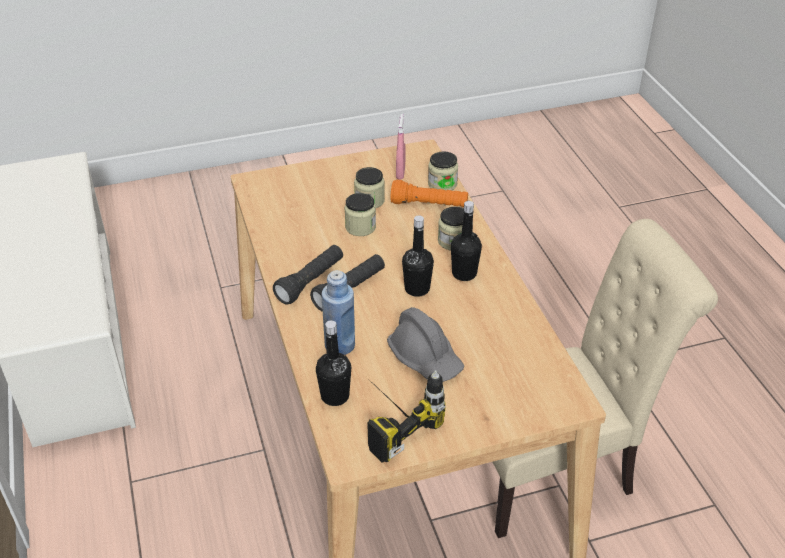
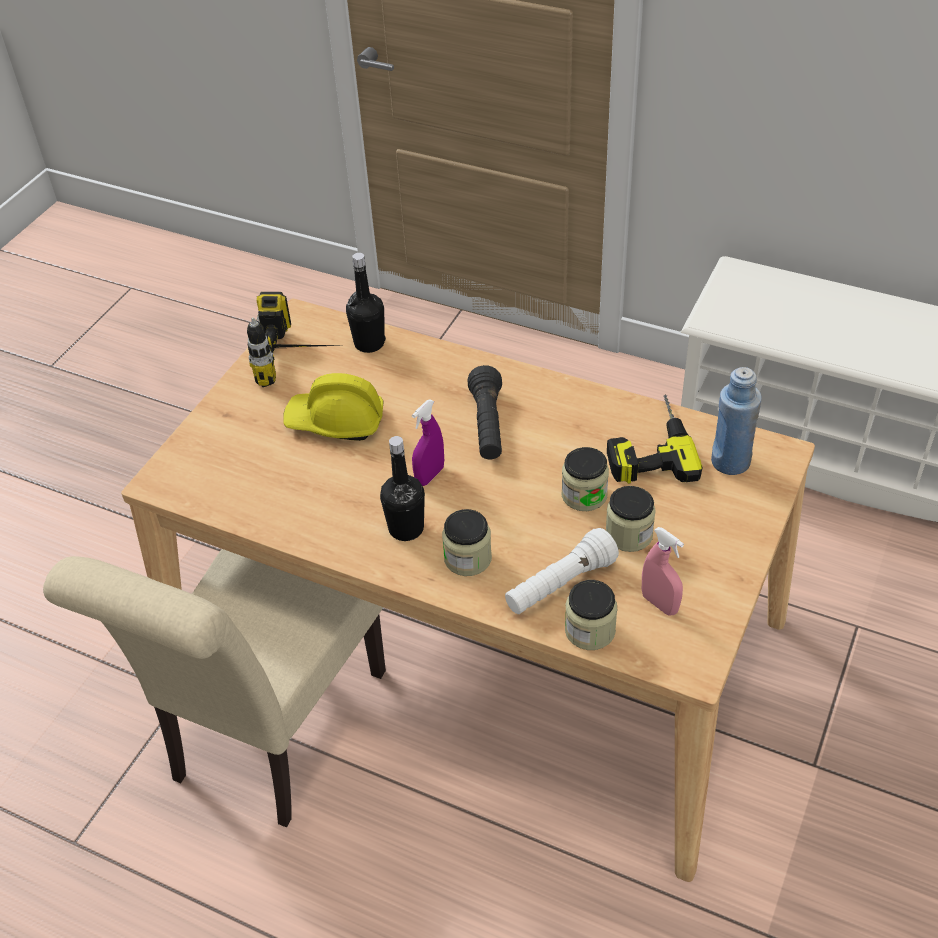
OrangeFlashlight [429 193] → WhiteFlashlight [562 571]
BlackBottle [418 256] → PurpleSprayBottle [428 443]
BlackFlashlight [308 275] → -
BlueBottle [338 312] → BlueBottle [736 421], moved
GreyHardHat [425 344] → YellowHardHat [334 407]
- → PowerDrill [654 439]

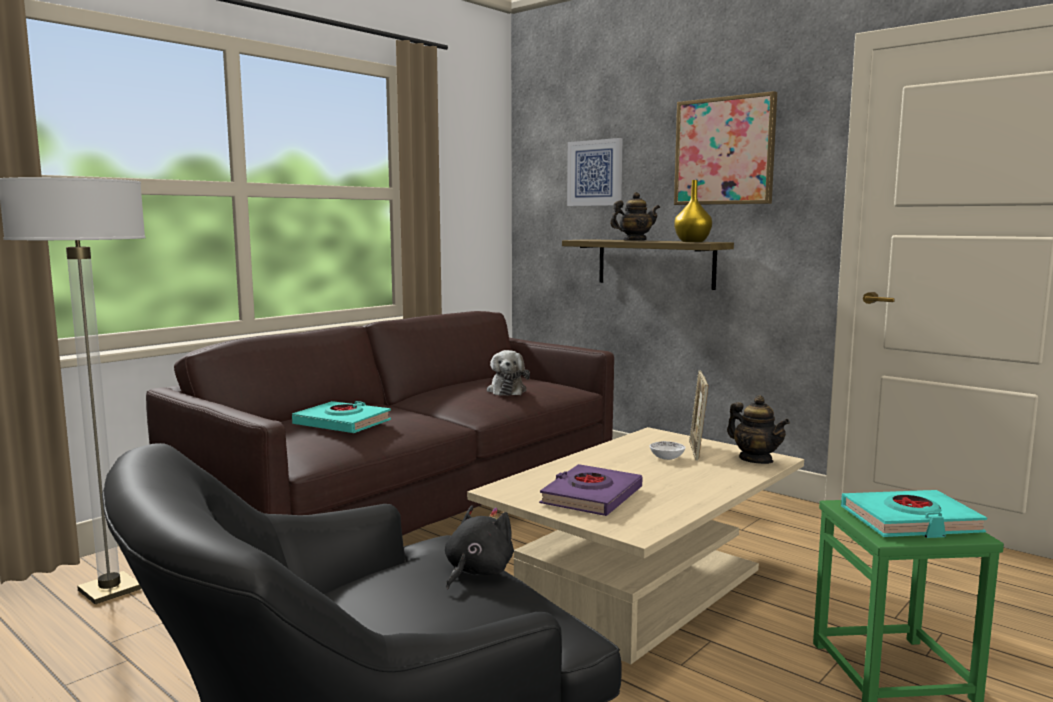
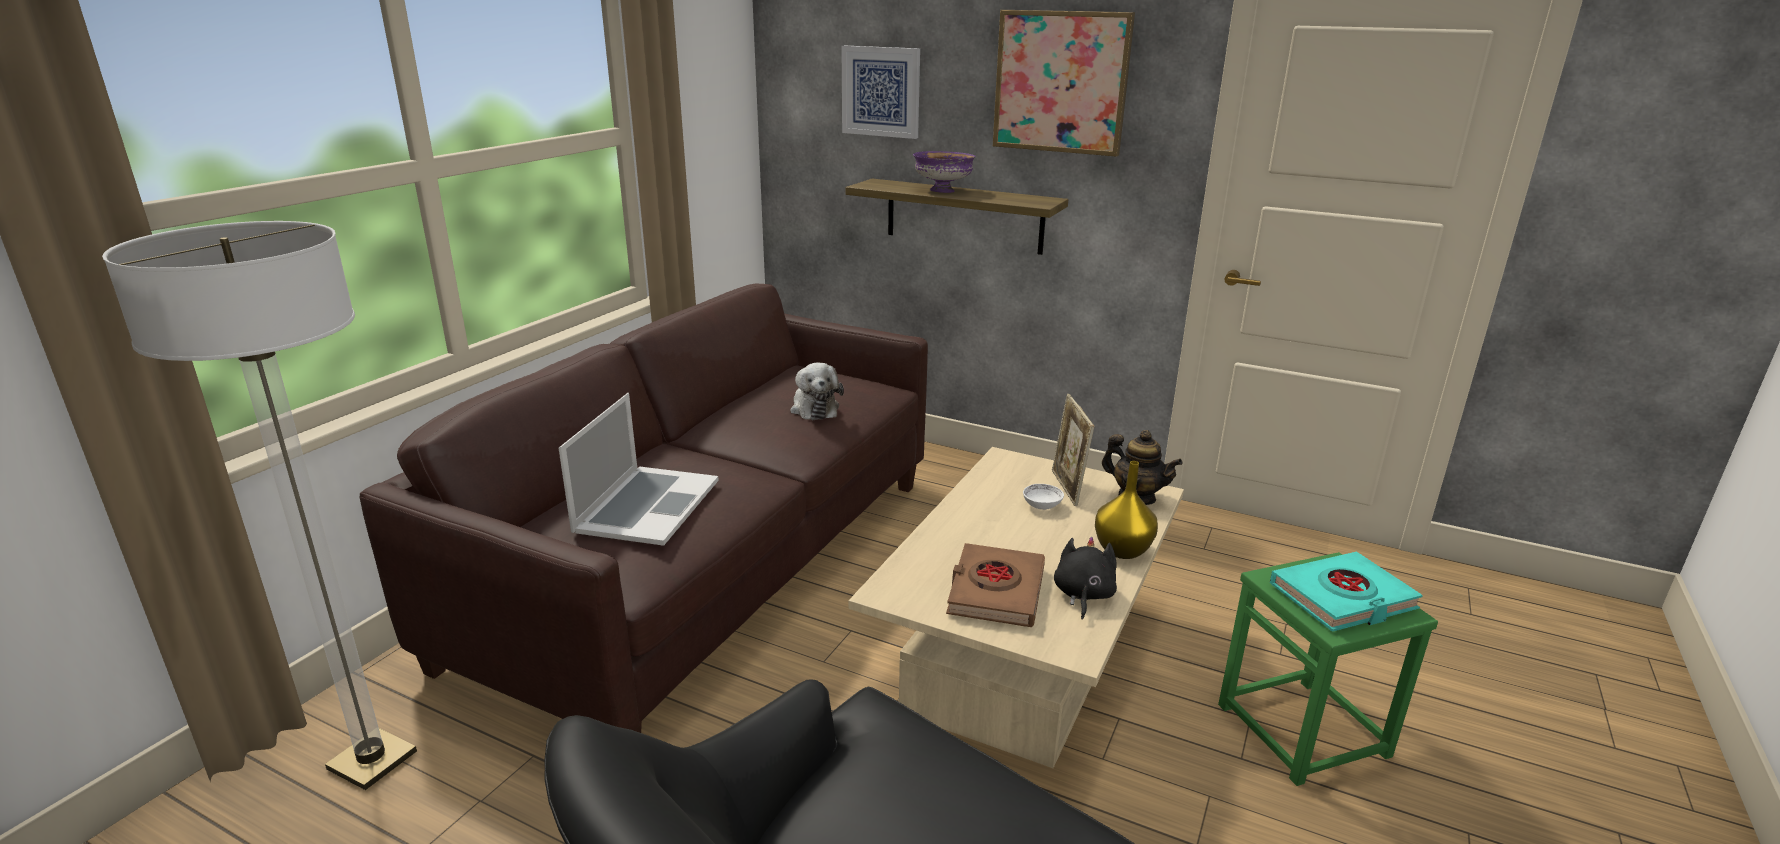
YellowVase [693 211] → YellowVase [1126 510], moved
Teapot [635 216] → PurpleBowl [944 172]
TurquoiseBook [341 417] → Laptop [639 469]
PurpleBook [590 490] → BrownBook [995 585]
BlackPlushToy [479 547] → BlackPlushToy [1085 578], moved

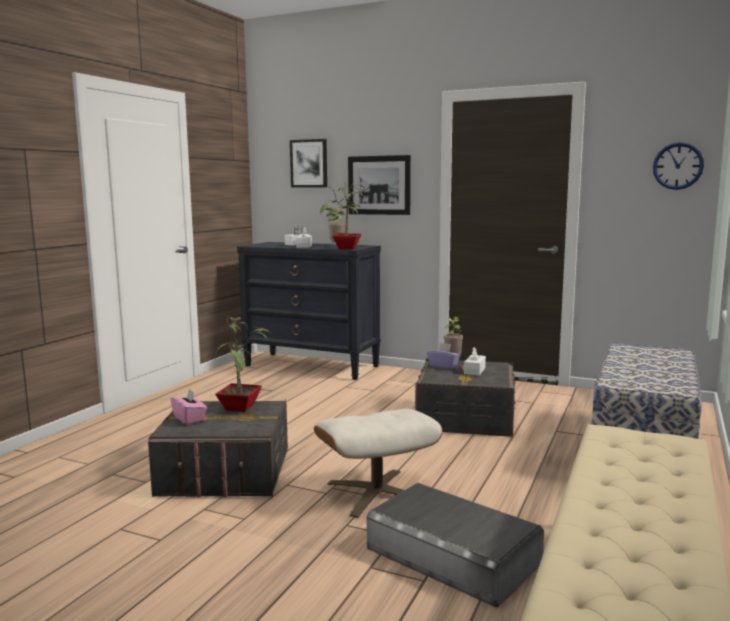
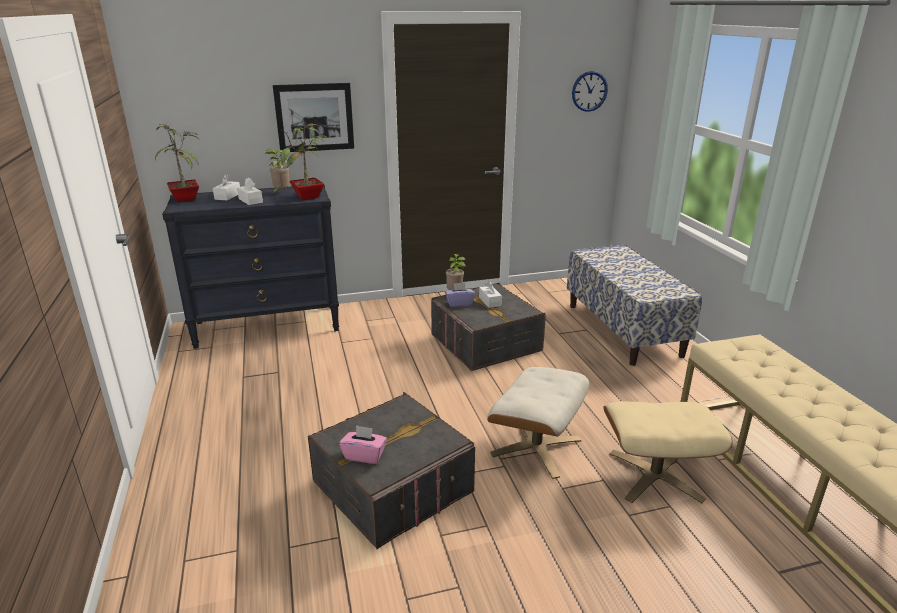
Picture [308 163] → -
PottedPlant [243 363] → PottedPlant [177 163], moved
GreyStorageBox [455 545] → BeigeOttoman [668 452]

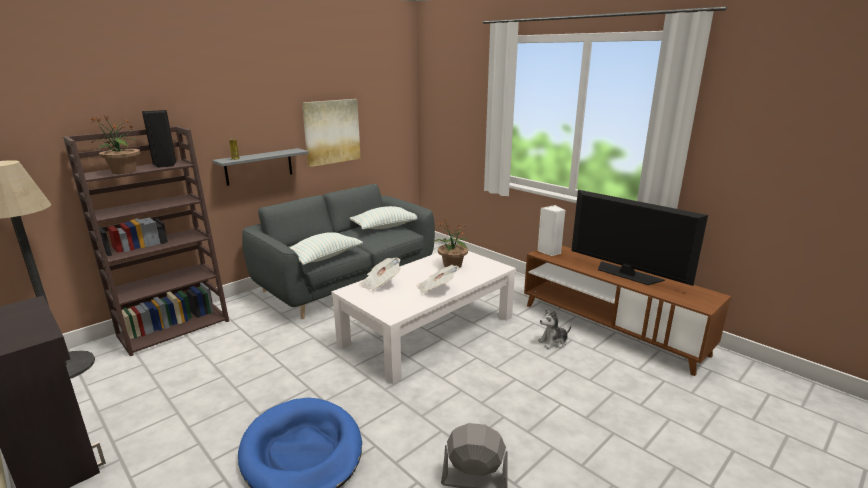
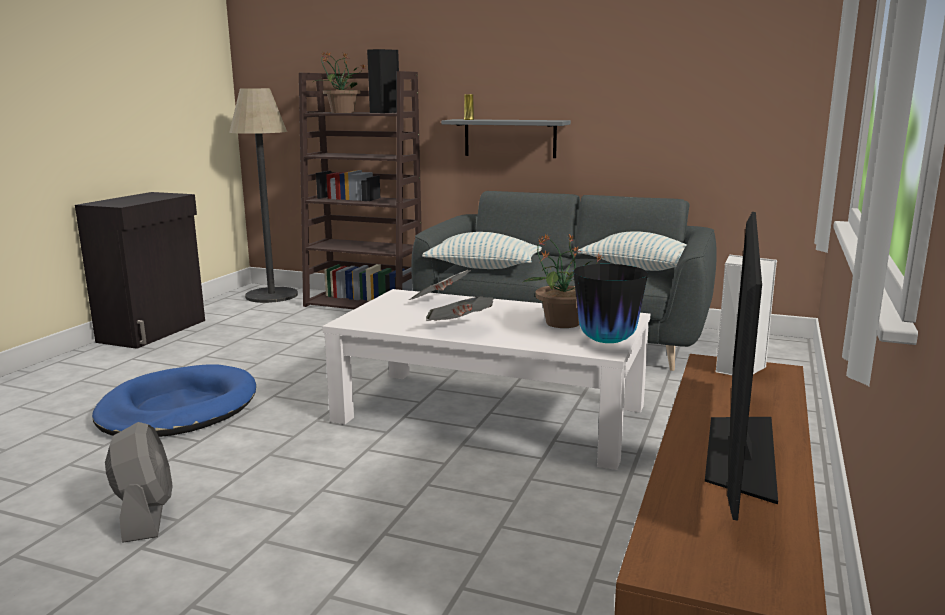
Picture [331 133] → -
PlushToy [554 329] → -
- → Vase [610 303]

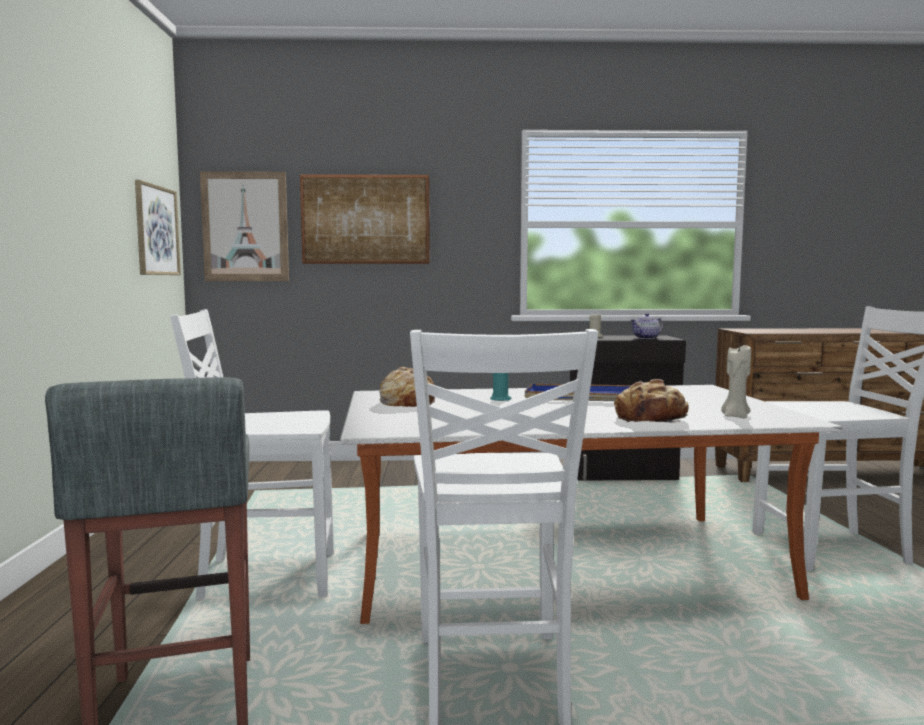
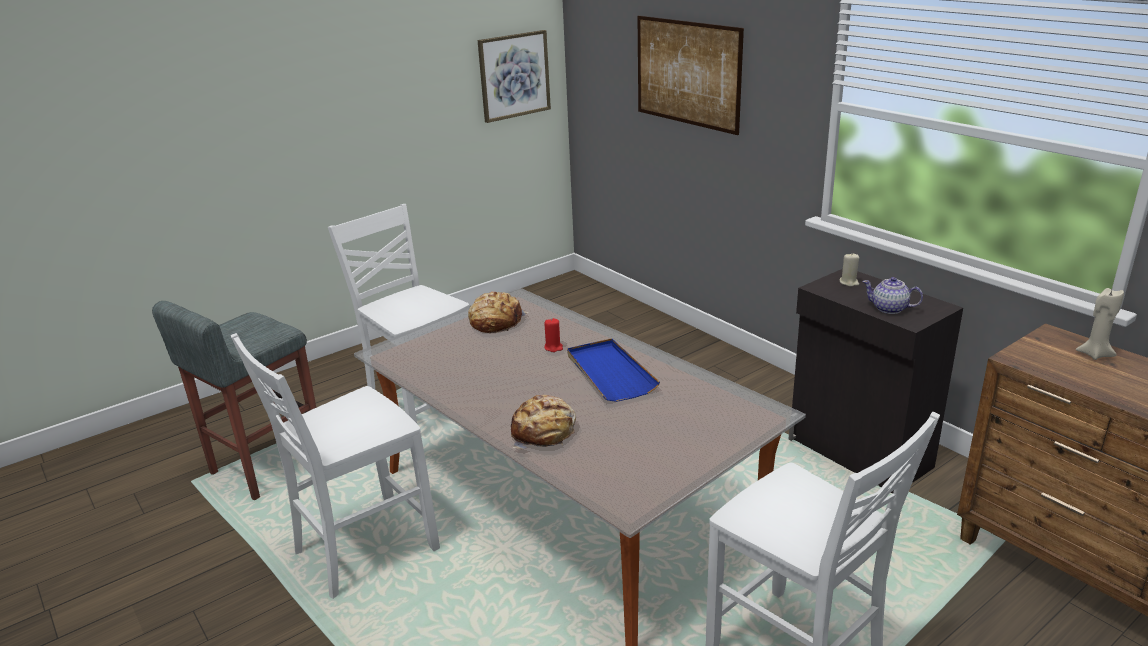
Picture [244 226] → -
BeigeCandle [736 381] → BeigeCandle [1100 324], moved
TurquoiseCandle [501 387] → RedCandle [553 335]

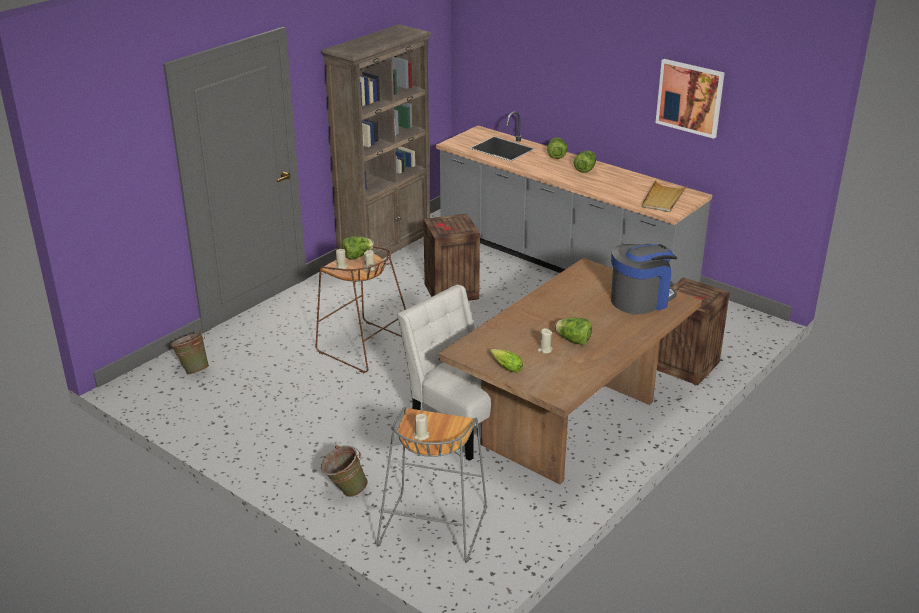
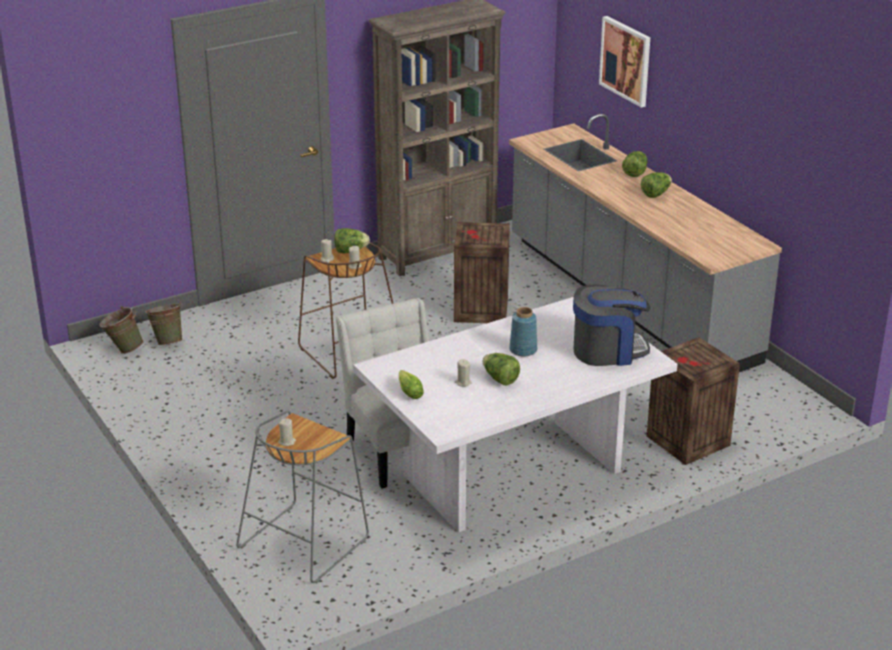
Picture [690 99] → Picture [624 62], moved
BeigeTray [664 196] → -
BrownDiningTable [570 371] → WhiteDiningTable [515 415]
GreenBucket [344 471] → GreenBucket [121 330], moved
- → BlueVase [523 332]

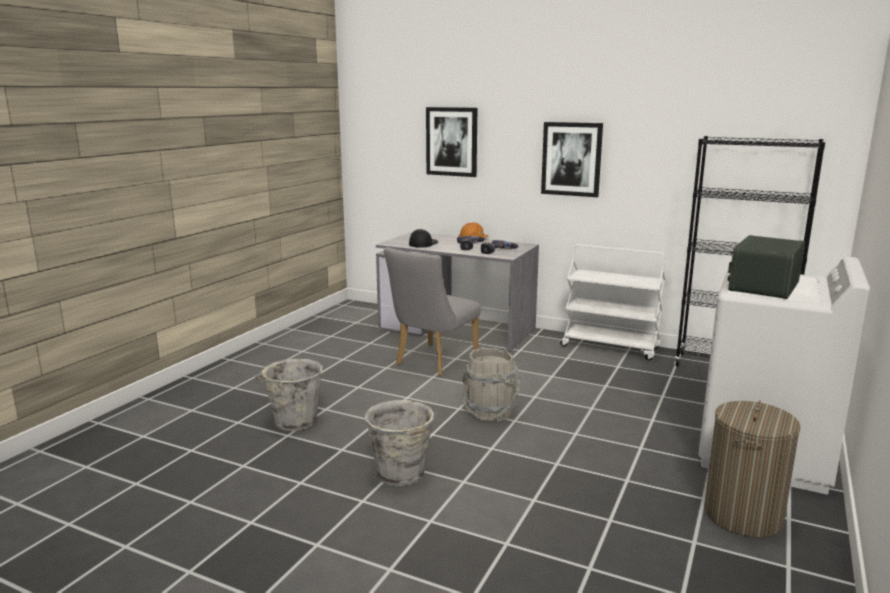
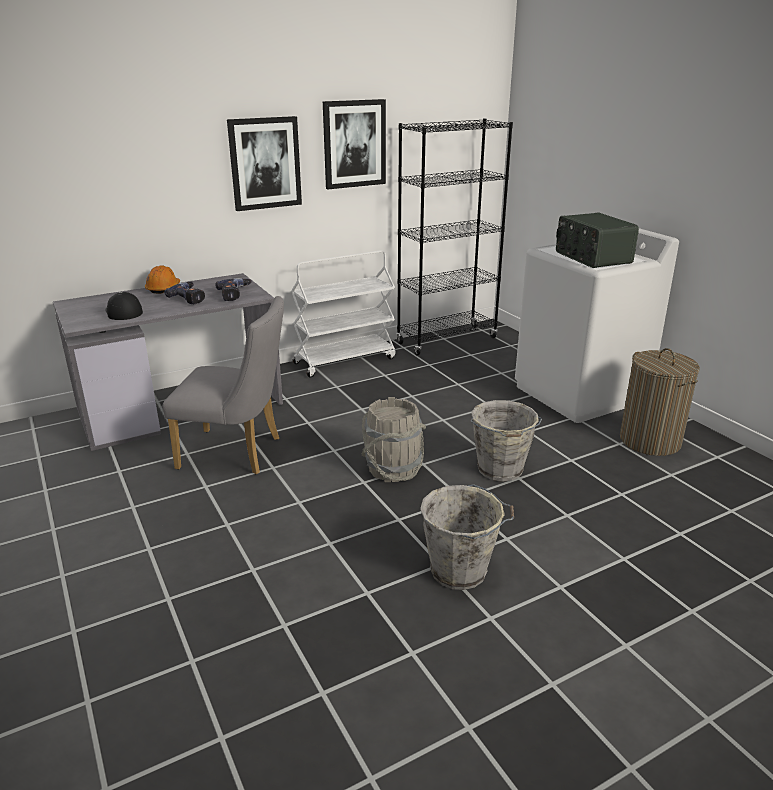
Picture [451 142] → Picture [354 144], moved
GreyChair [432 311] → GreyChair [223 385], 60 degrees counterclockwise
GreyBucket [289 395] → GreyBucket [506 441], moved

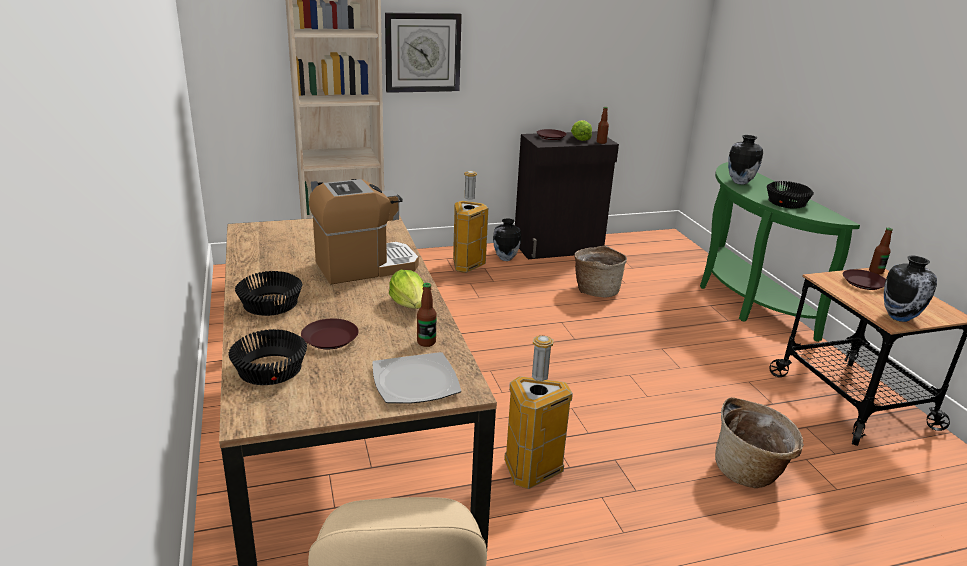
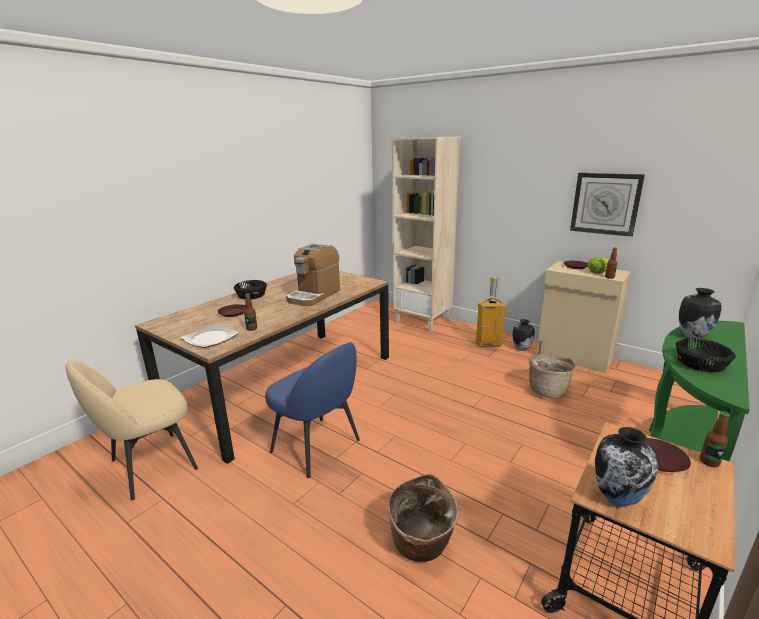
WallClock [423 53] → WallClock [607 205], moved
BlackCabinet [567 195] → BeigeCabinet [584 317]
CoffeeMachine [364 231] → CoffeeMachine [313 275], 90 degrees clockwise
Lettuce [406 289] → -
BlackBowl [267 357] → -
TrashCan [538 412] → BlueChair [312 410]

